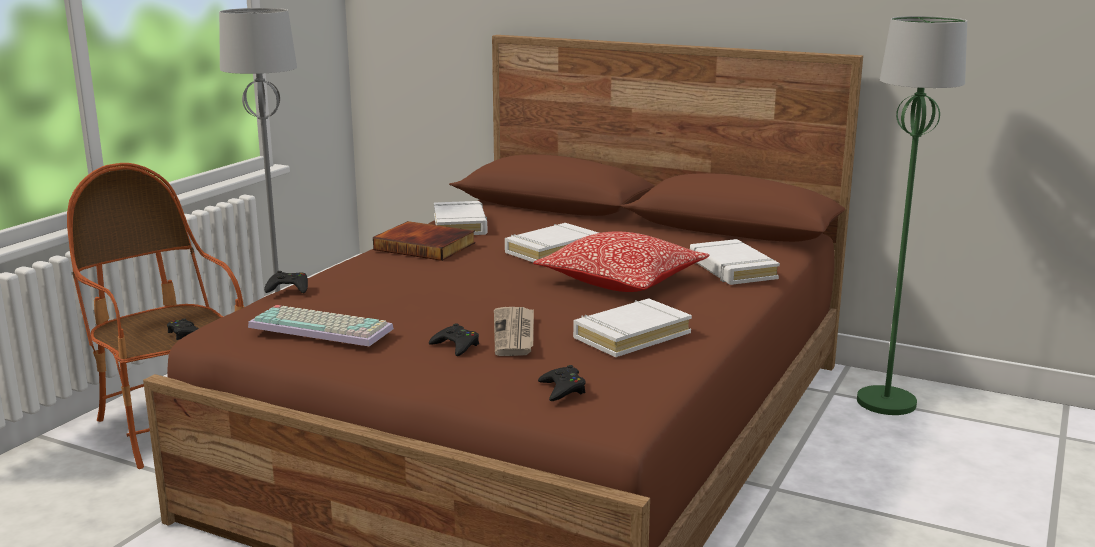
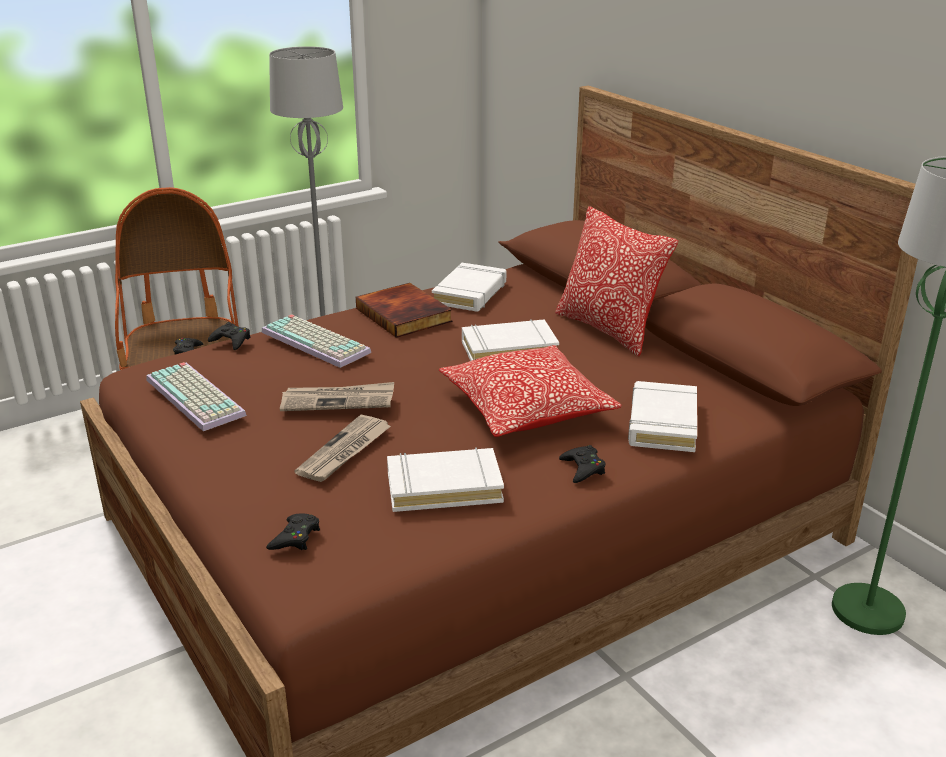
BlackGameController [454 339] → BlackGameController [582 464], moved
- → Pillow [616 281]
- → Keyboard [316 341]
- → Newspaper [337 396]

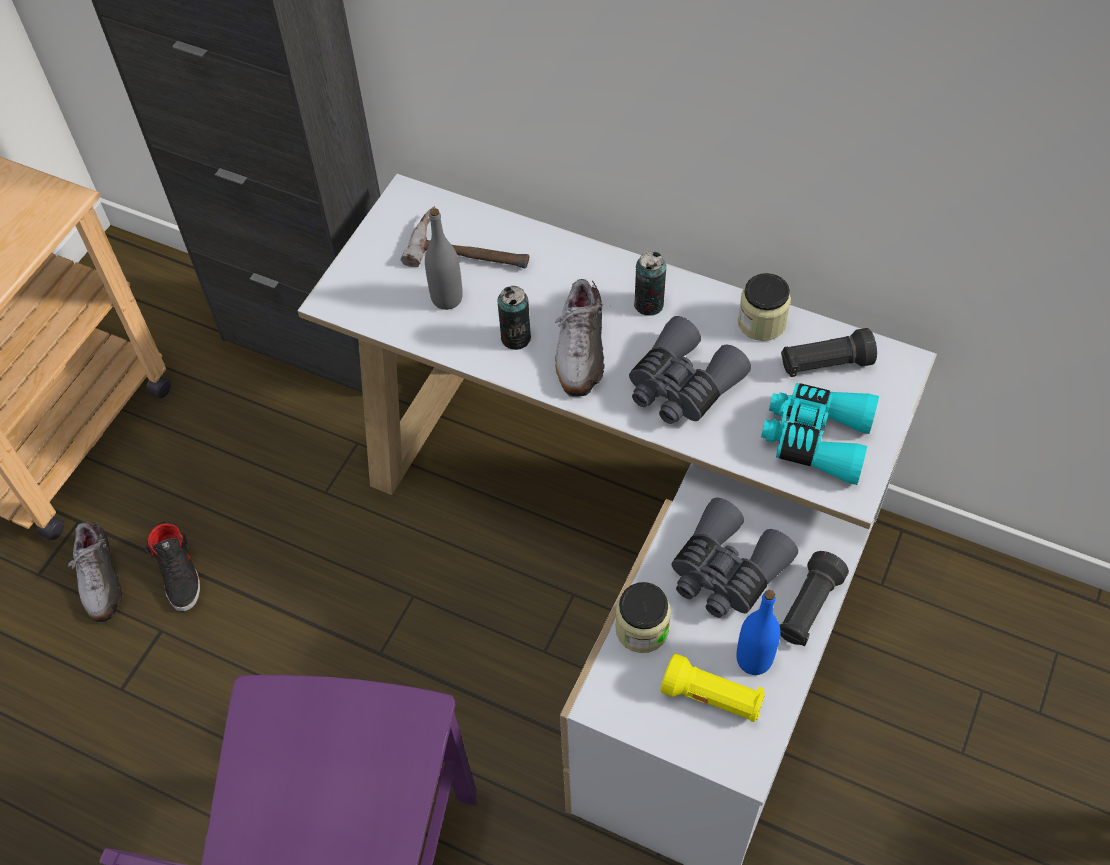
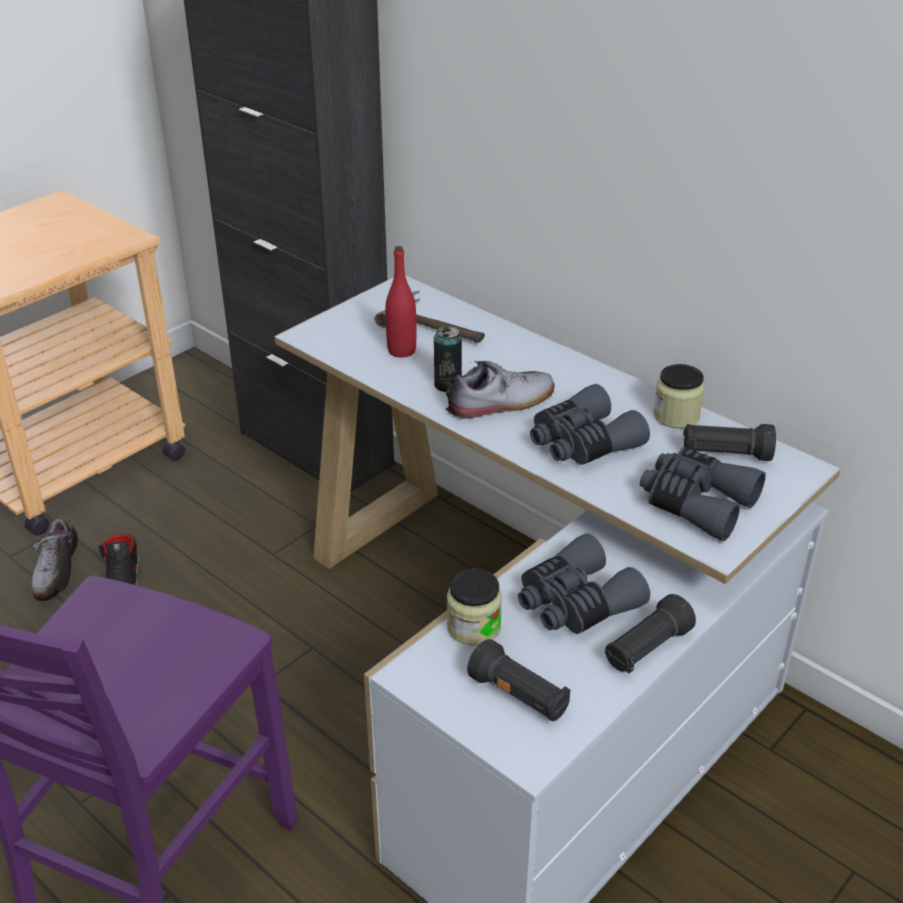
GreyBottle [444 259] → RedBottle [400 302]
Can [650 283] → -
Shoe [574 338] → Shoe [500 390], 135 degrees counterclockwise
TurquoiseBinoculars [820 434] → GreyBinoculars [703 494]
BlueBottle [758 632] → -
YellowFlashlight [712 688] → BlackFlashlight [518 680]

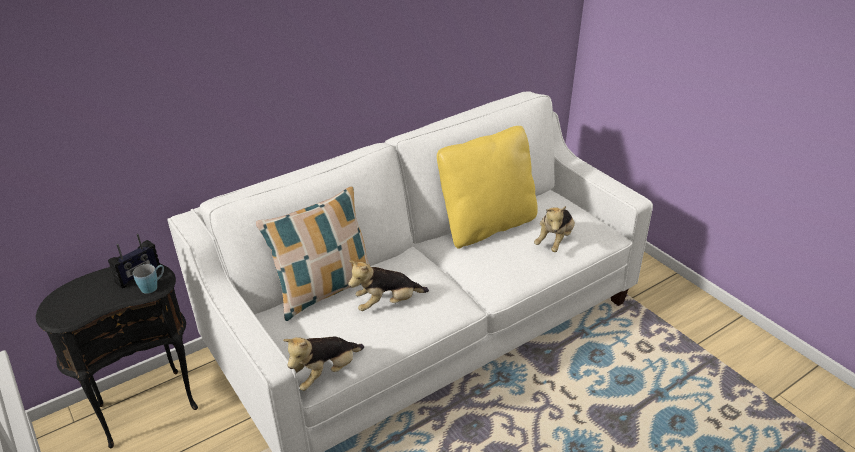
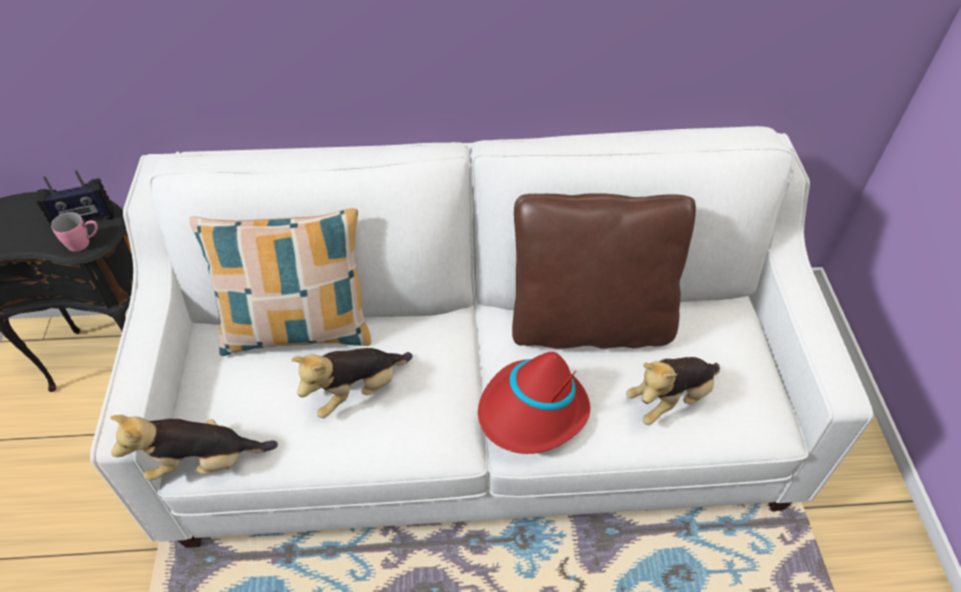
YellowPillow [487 187] → BrownPillow [604 271]
PlushToy [388 285] → PlushToy [352 383], 45 degrees counterclockwise
BlueMug [148 279] → PinkMug [74 232]
- → RedHat [534 403]

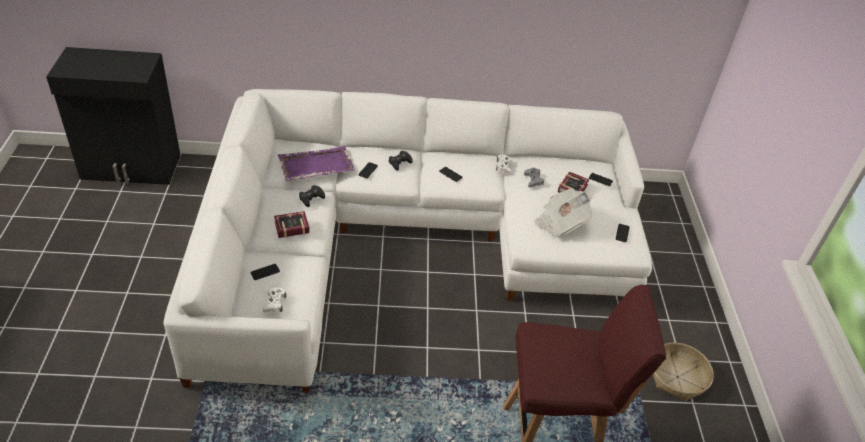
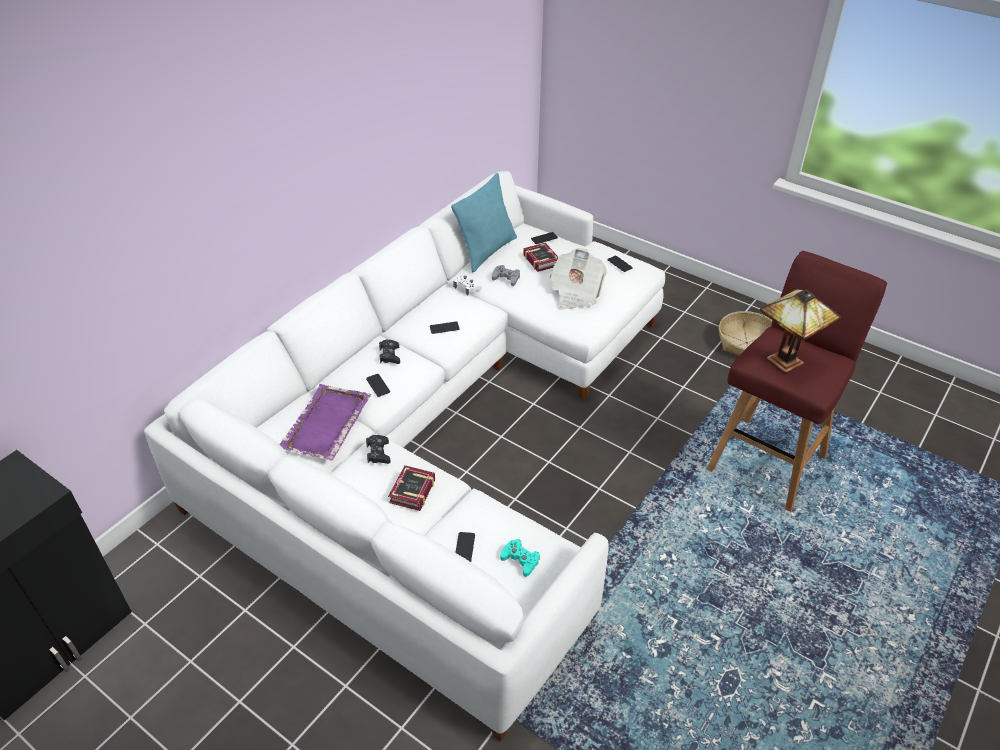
WhiteGameController [274 299] → TurquoiseGameController [520 558]
- → TurquoisePillow [484 222]
- → TableLamp [800 331]

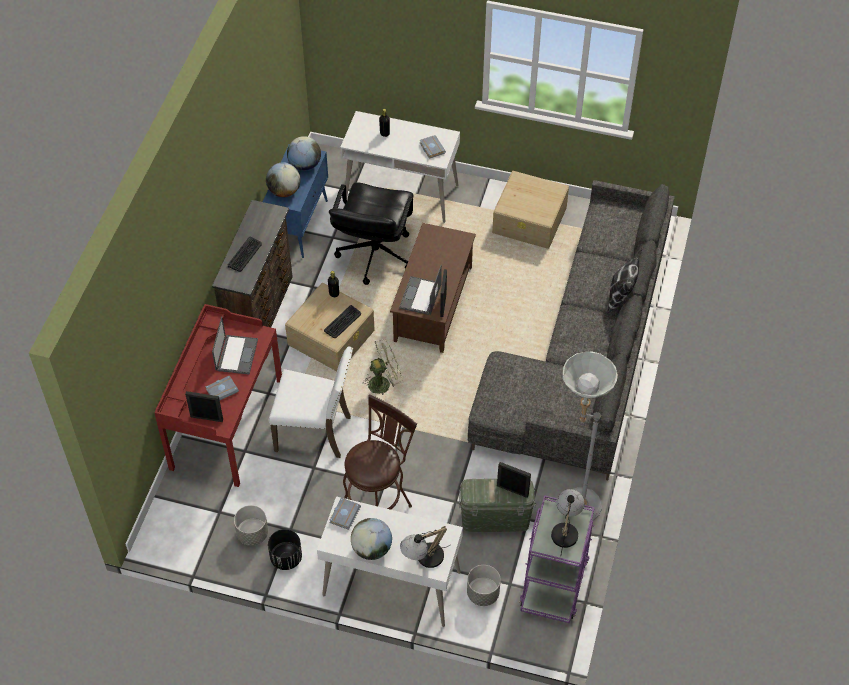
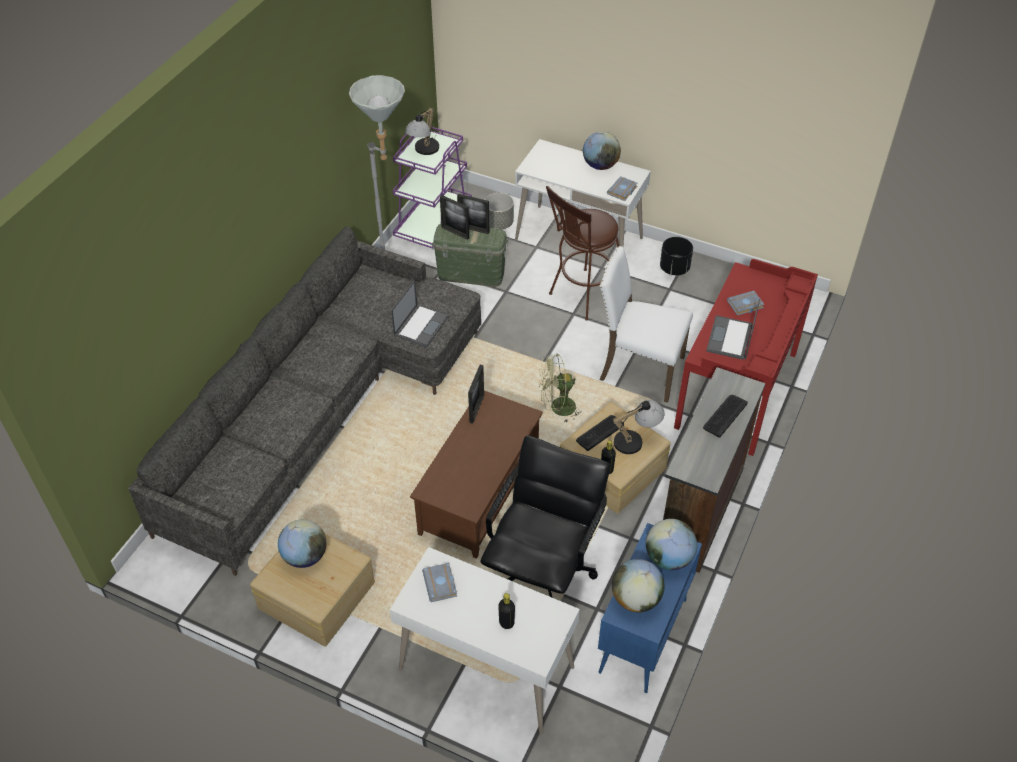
Pillow [624 280] → -
Laptop [420 290] → Laptop [420 313], moved
PictureFrame [204 406] → PictureFrame [473 214], moved
GreyPlanter [251 525] → -
TableLamp [425 547] → TableLamp [638 427], moved
- → Globe [302 543]

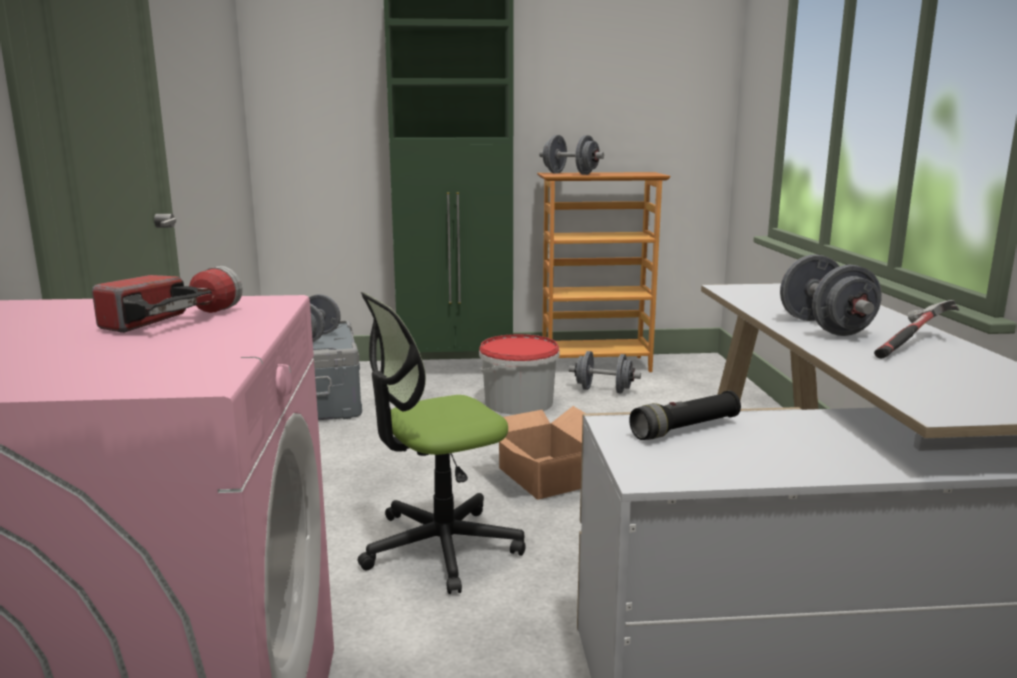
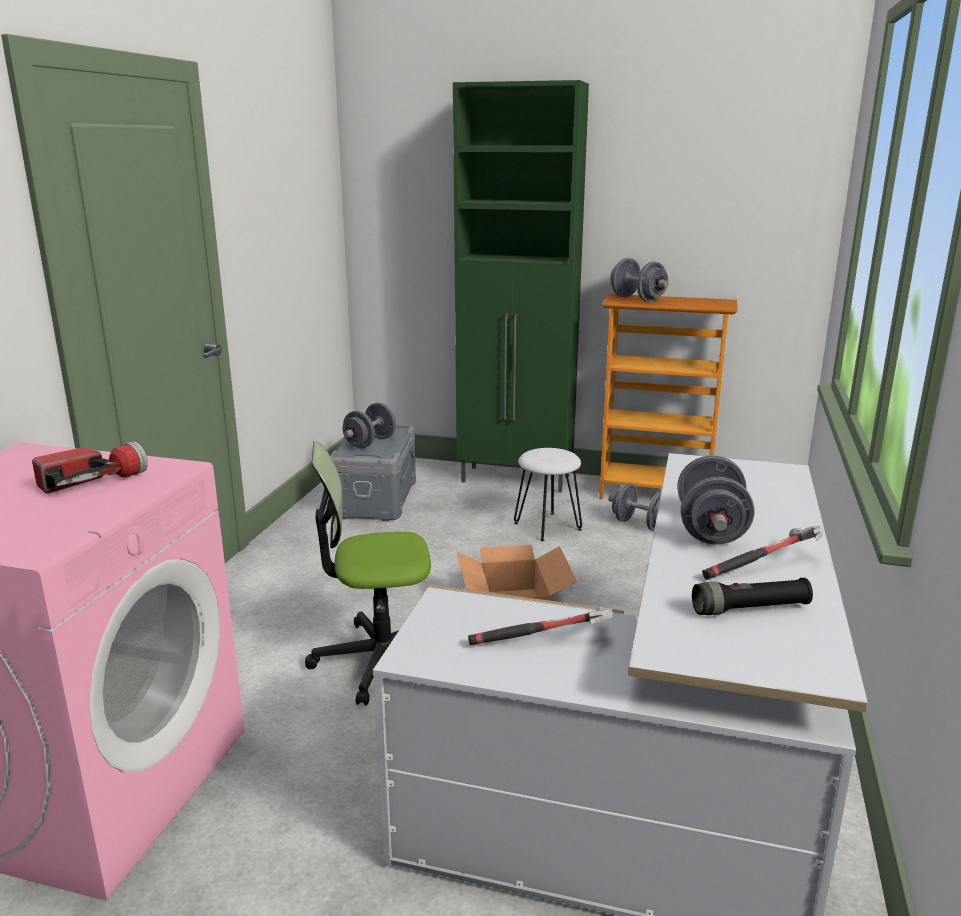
Bucket [519 374] → WhiteStool [548 494]
BlackFlashlight [685 415] → BlackFlashlight [752 596], moved
- → Hammer [541 626]

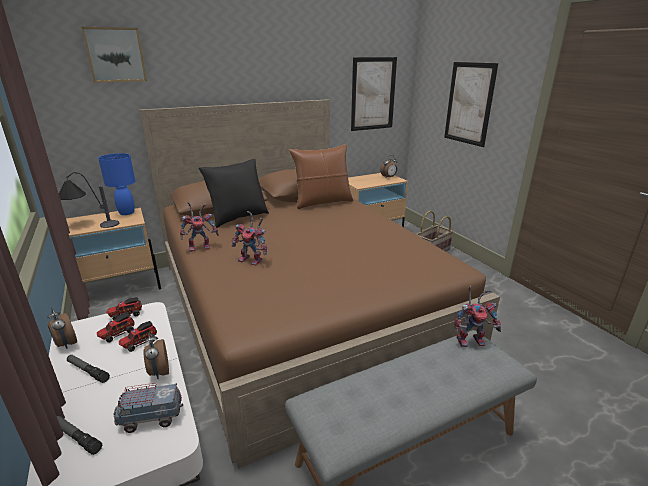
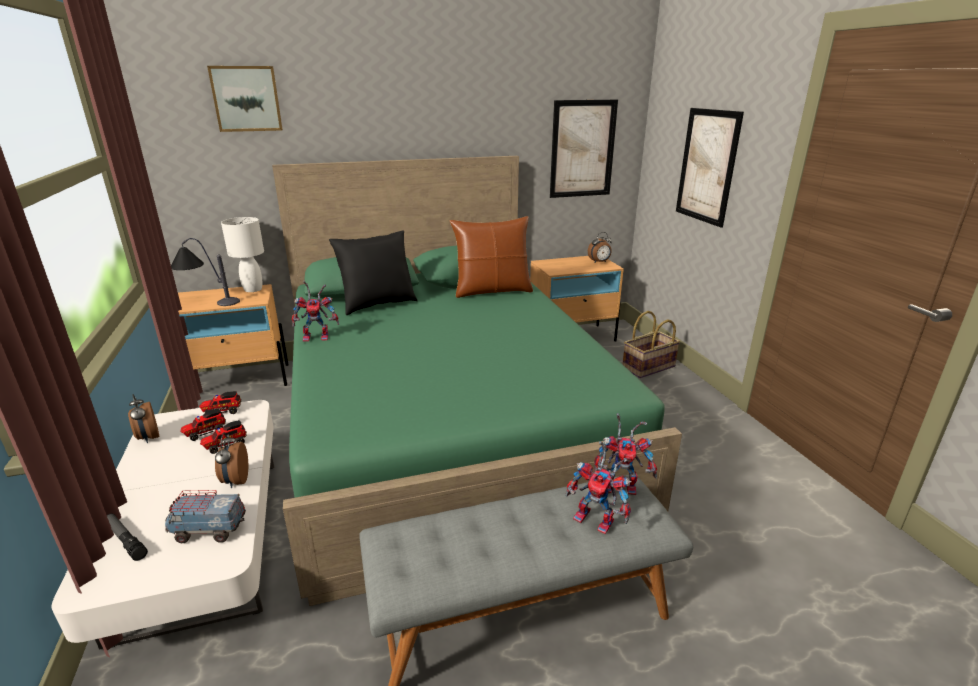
BrownBed [319 283] → GreenBed [477 381]
BlueTableLamp [116 184] → WhiteTableLamp [242 254]
ToyRobot [249 238] → ToyRobot [598 487], moved
Flashlight [88 369] → -

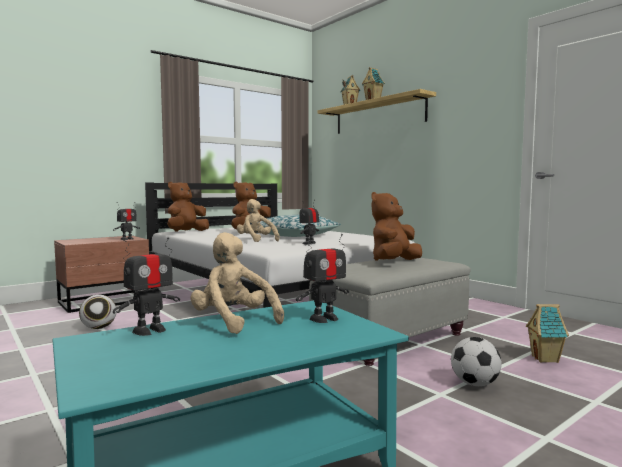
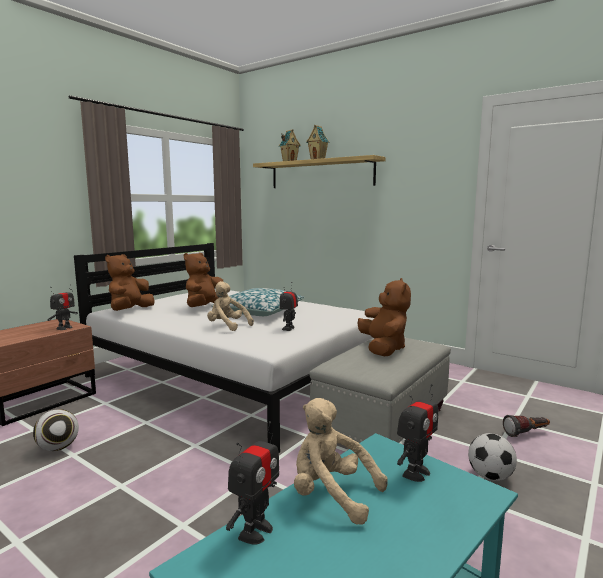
BrownPlushToy [396 226] → BrownPlushToy [384 317], 150 degrees clockwise
ToyHouse [547 333] → Flashlight [526 426]

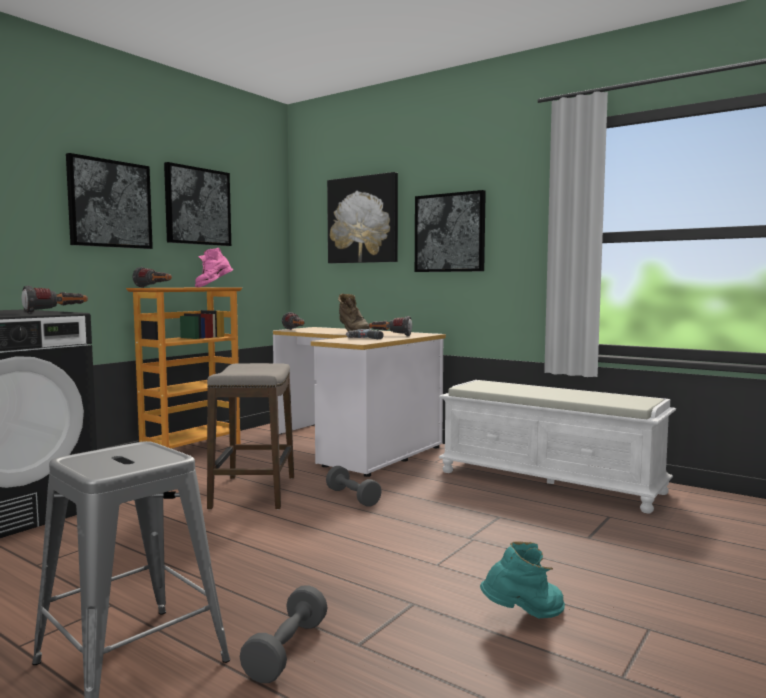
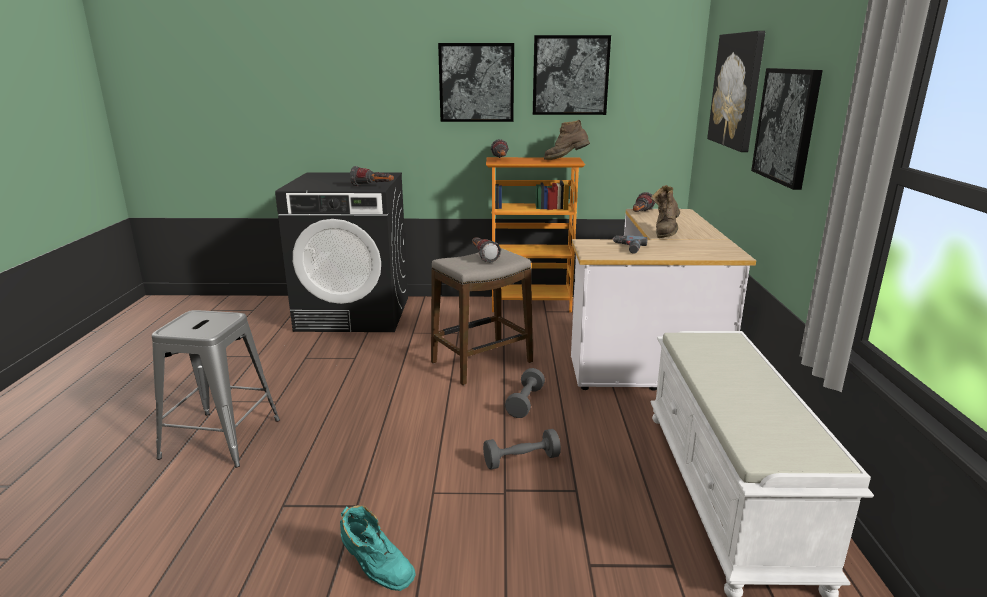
PinkBoot [214 267] → BrownBoot [567 140]
Flashlight [390 326] → Flashlight [486 250], moved
GreyDumbbell [284 634] → GreyDumbbell [522 449], moved

